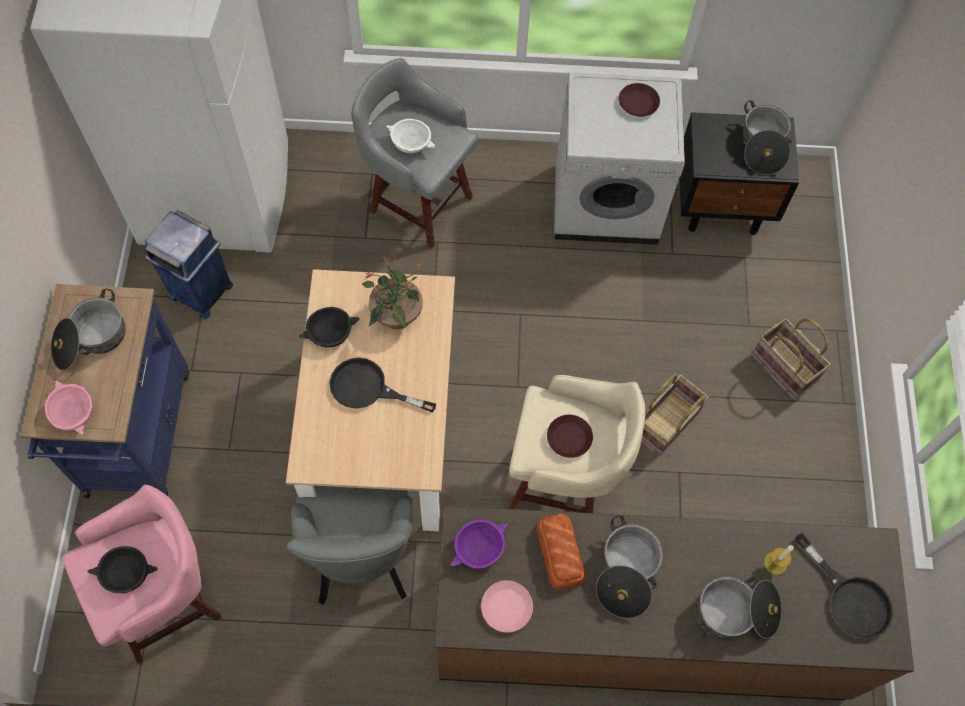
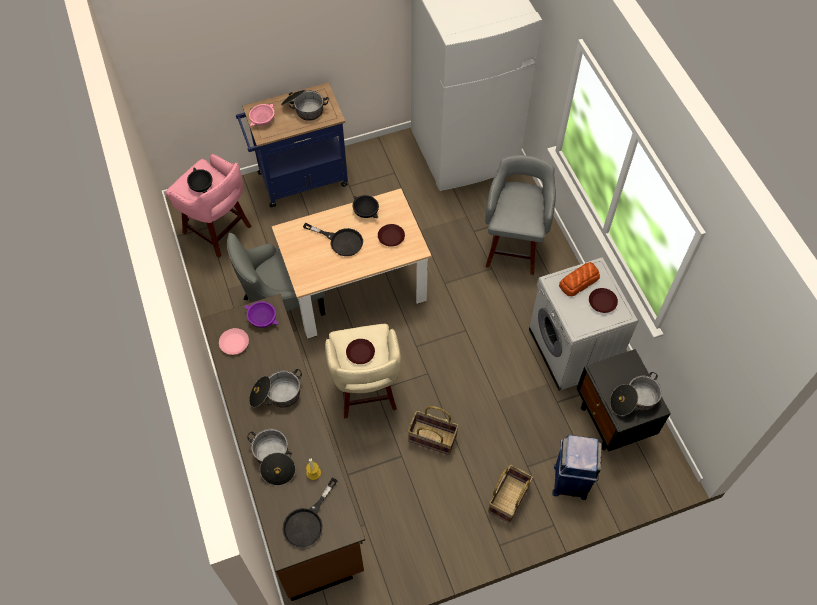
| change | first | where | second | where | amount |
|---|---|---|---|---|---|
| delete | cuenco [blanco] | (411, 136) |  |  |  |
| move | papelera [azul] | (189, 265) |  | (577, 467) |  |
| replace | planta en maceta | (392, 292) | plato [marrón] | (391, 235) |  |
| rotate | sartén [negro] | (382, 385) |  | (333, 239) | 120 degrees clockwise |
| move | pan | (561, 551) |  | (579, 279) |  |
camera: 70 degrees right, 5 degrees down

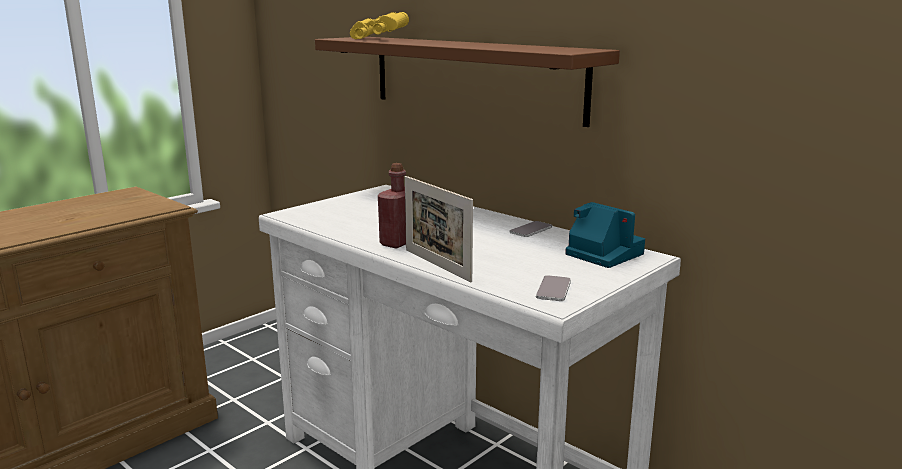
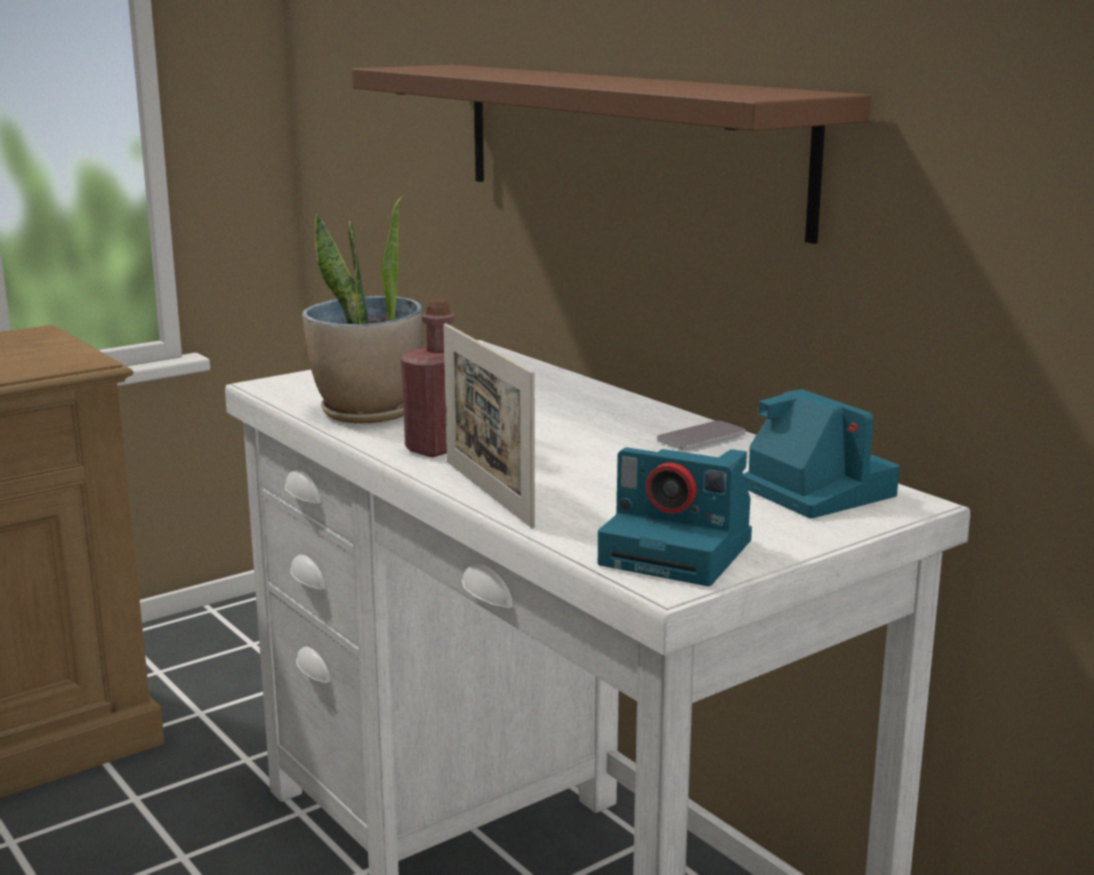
| change | first | where | second | where | amount |
|---|---|---|---|---|---|
| delete | prismáticos [amarillo] | (379, 25) |  |  |  |
| replace | móvil | (553, 288) | cámara | (675, 516) |  |
| insert |  |  | planta en maceta | (362, 309) |  |
camera: 10 degrees right, 0 degrees up

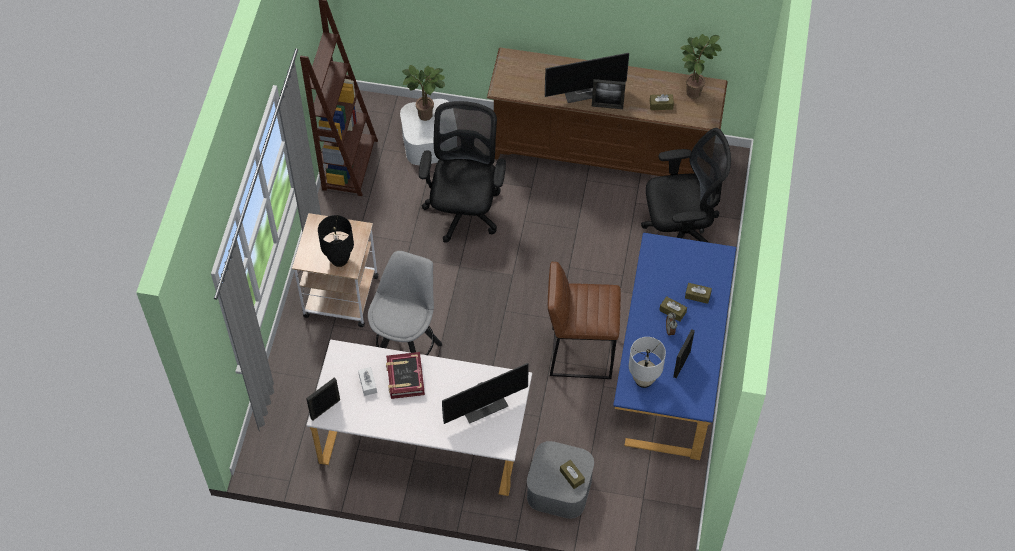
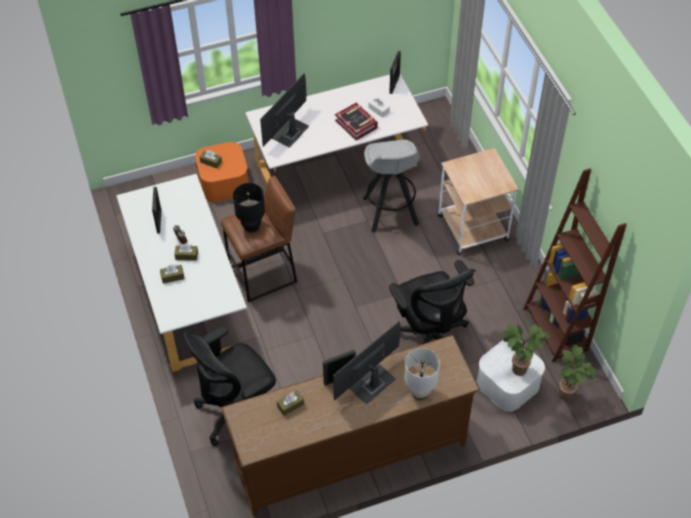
| change | first | where | second | where | amount |
|---|---|---|---|---|---|
| move | planta en maceta | (701, 66) |  | (577, 373) |  |
| move | lámpara de mesa [negro] | (336, 241) |  | (249, 208) |  |
| recolor | escritorio [azul] | (674, 346) | escritorio [blanco] | (182, 273) |  |
| move | lámpara de mesa [blanco] | (647, 362) |  | (422, 374) |  |
| recolor | caja de almacenaje [gris] | (560, 480) | caja de almacenaje [naranja] | (221, 172) |  |
camera: 150 degrees right, 5 degrees down

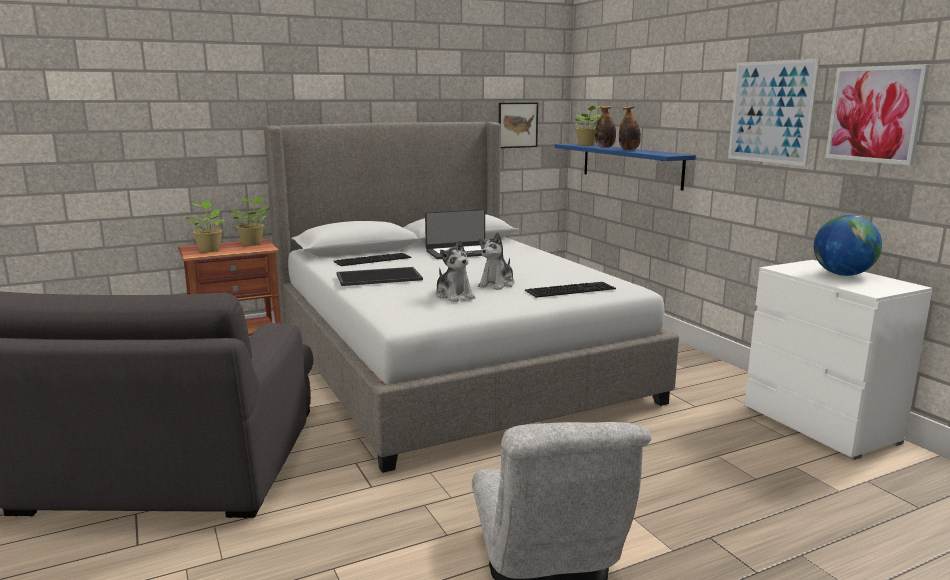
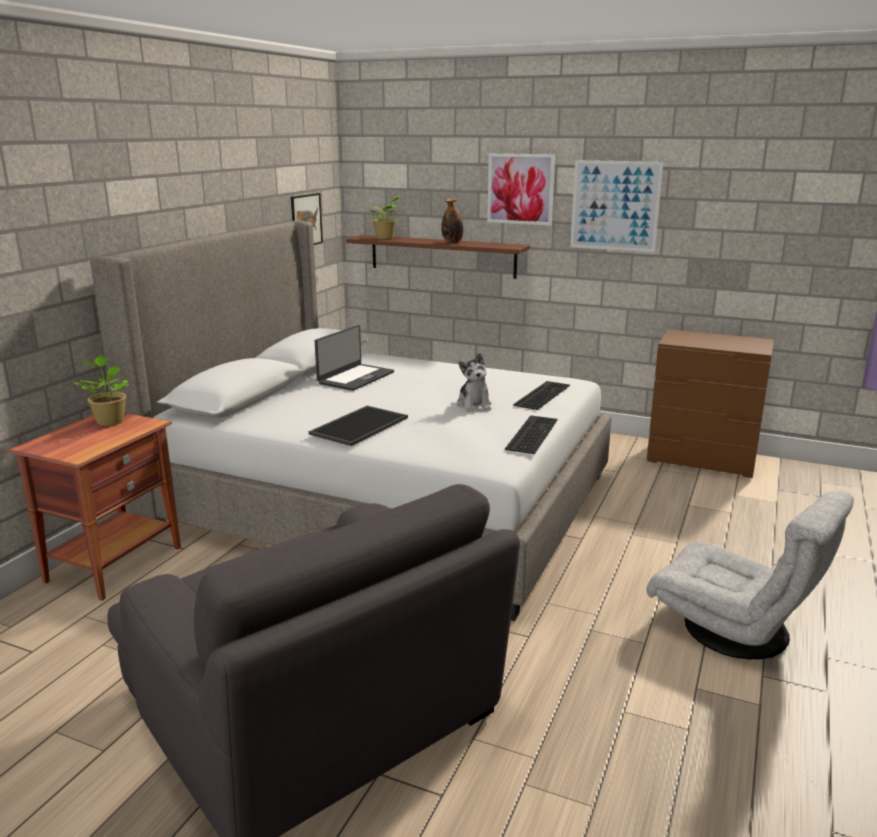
| change | first | where | second | where | amount |
|---|---|---|---|---|---|
| move | cuadro | (877, 114) |  | (521, 190) |  |
| delete | botella | (605, 127) |  |  |  |
| recolor | estante [azul] | (625, 167) | estante [marrón] | (438, 257) |  |
| delete | planta en maceta | (203, 226) |  |  |  |
| delete | globo terráqueo | (848, 245) |  |  |  |
| delete | peluche | (455, 271) |  |  |  |
| move | teclado | (372, 259) |  | (531, 434) |  |
| recolor | cómoda [blanco] | (838, 360) | cómoda [marrón] | (710, 403) |  |
camera: 40 degrees left, 5 degrees up

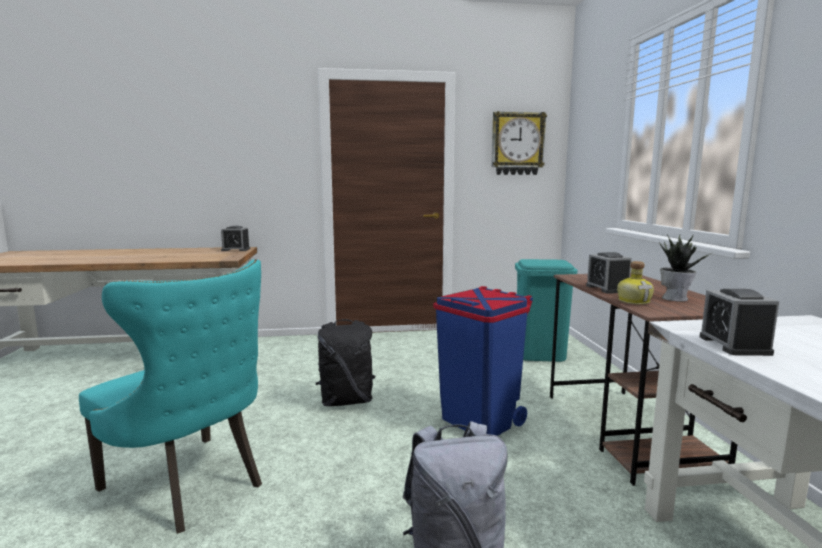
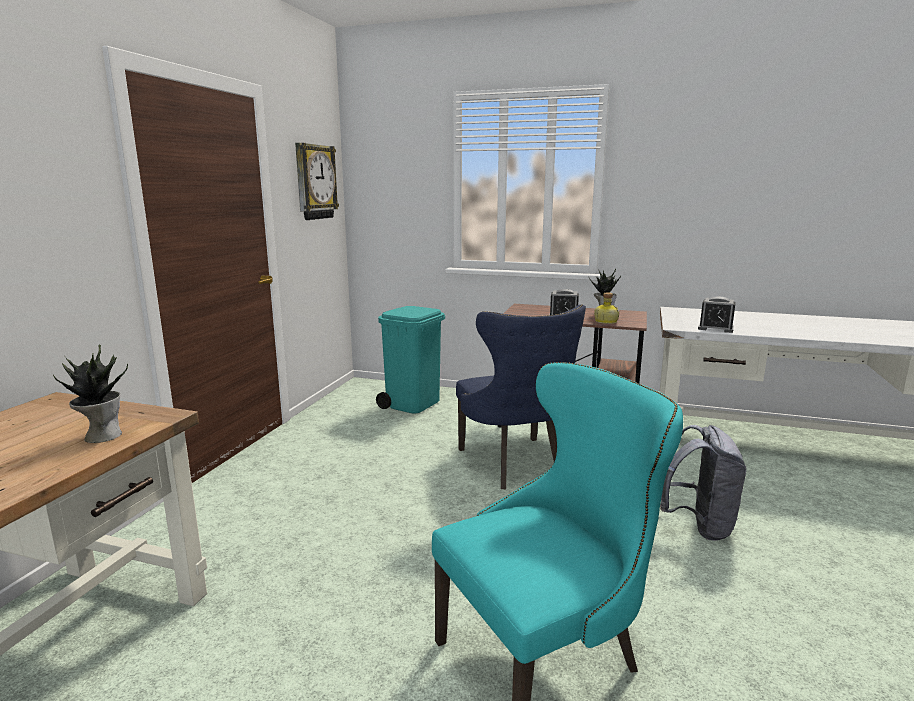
| change | first | where | second | where | amount |
|---|---|---|---|---|---|
| delete | despertador | (235, 238) |  |  |  |
| replace | papelera [azul] | (483, 361) | silla [azul] | (521, 396) |  |
| delete | mochila [negro] | (345, 362) |  |  |  |
| insert |  |  | planta en maceta | (90, 393) |  |
camera: 65 degrees left, 5 degrees up

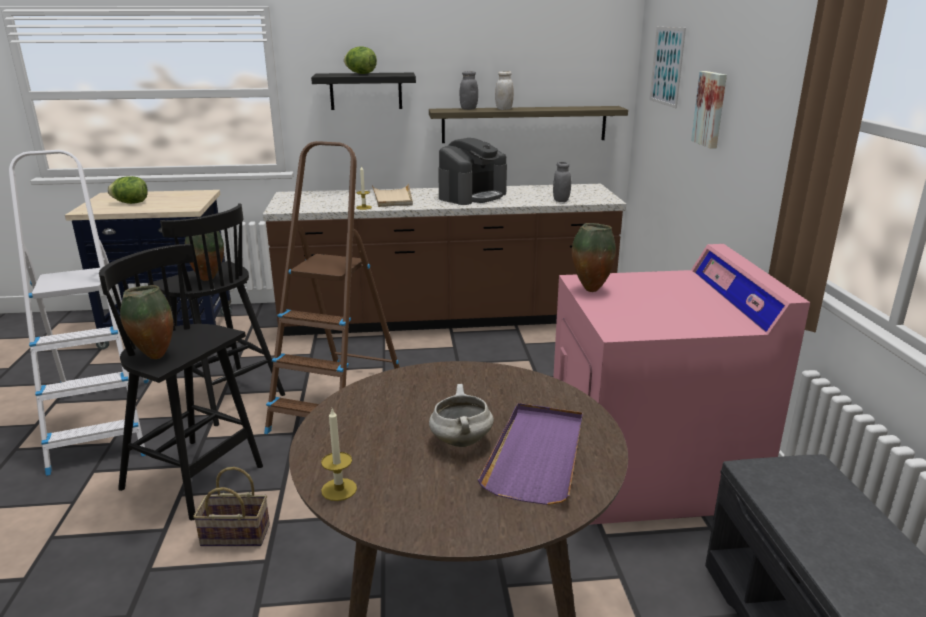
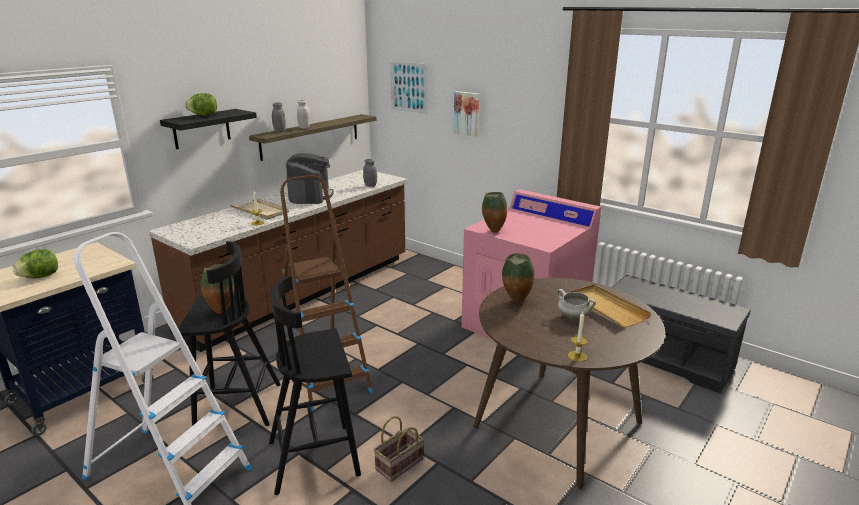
| change | first | where | second | where | amount |
|---|---|---|---|---|---|
| move | florero | (146, 322) |  | (518, 278) |  |
| recolor | bandeja [morado] | (530, 454) | bandeja [beis] | (609, 306) |  |
camera: 45 degrees left, 0 degrees up

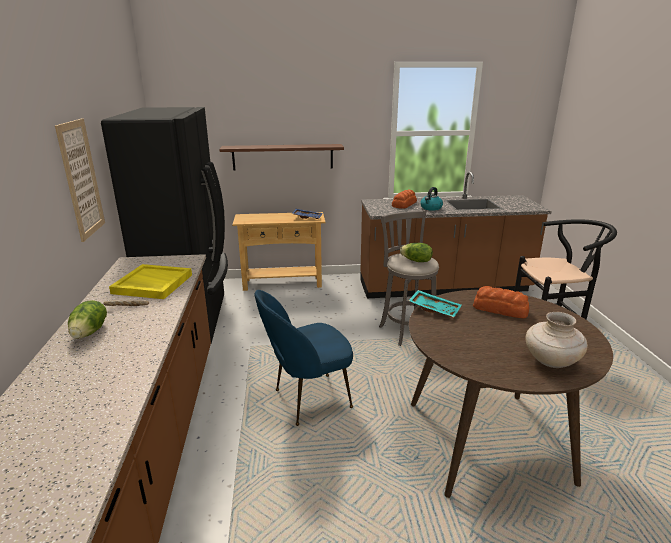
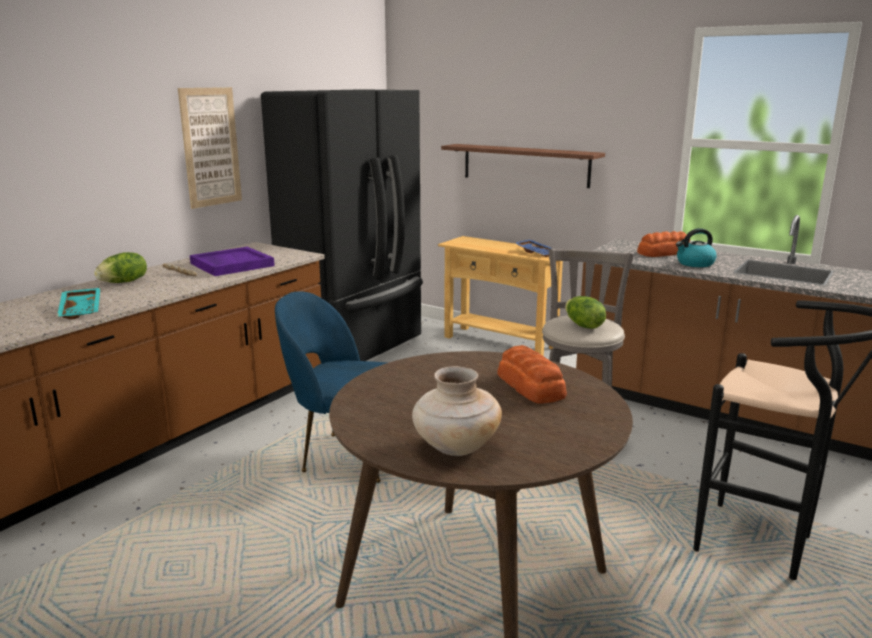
| change | first | where | second | where | amount |
|---|---|---|---|---|---|
| recolor | bandeja [amarillo] | (150, 281) | bandeja [morado] | (232, 261) |  |
| move | bandeja [turquesa] | (435, 303) |  | (78, 303) |  |
camera: 40 degrees right, 5 degrees down

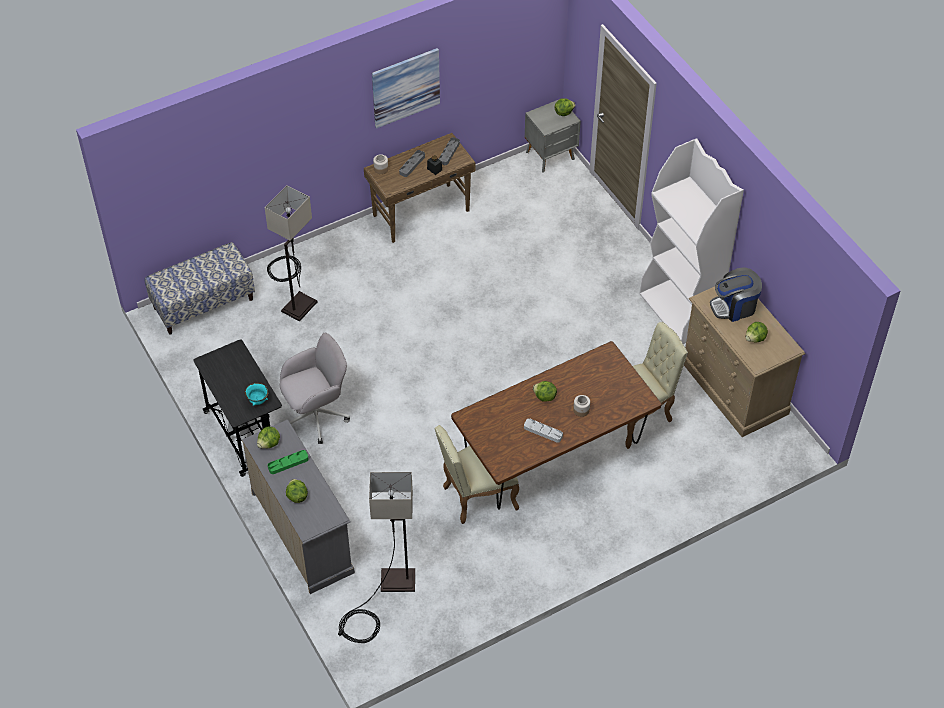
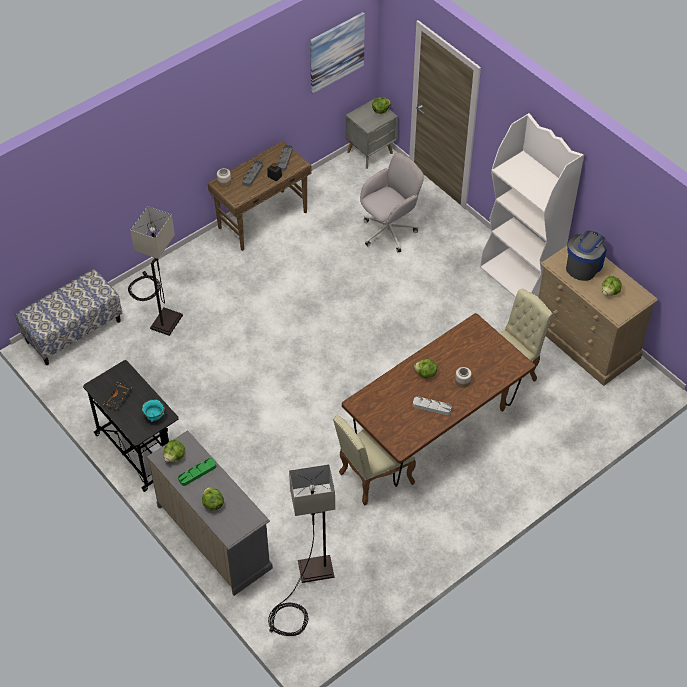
| change | first | where | second | where | amount |
|---|---|---|---|---|---|
| move | cuadro | (406, 88) |  | (337, 53) |  |
| rotate | cafetera | (736, 295) |  | (586, 256) | 150 degrees clockwise |
| move | silla de oficina [gris] | (315, 388) |  | (392, 202) |  |
| insert |  |  | bandeja [negro] | (117, 396) |  |
camera: 10 degrees left, 0 degrees up

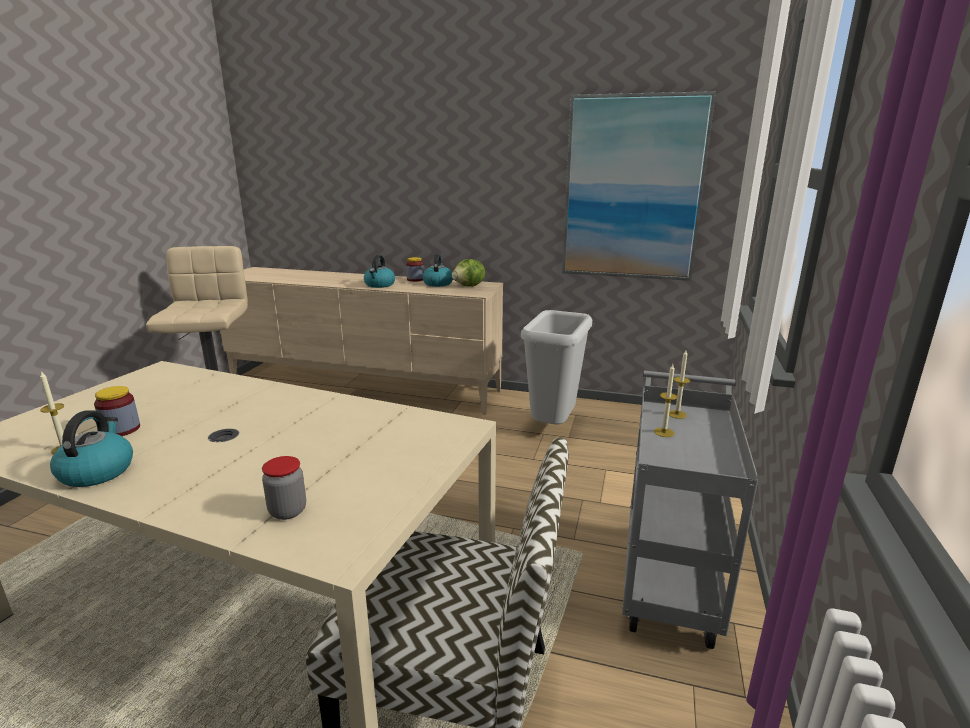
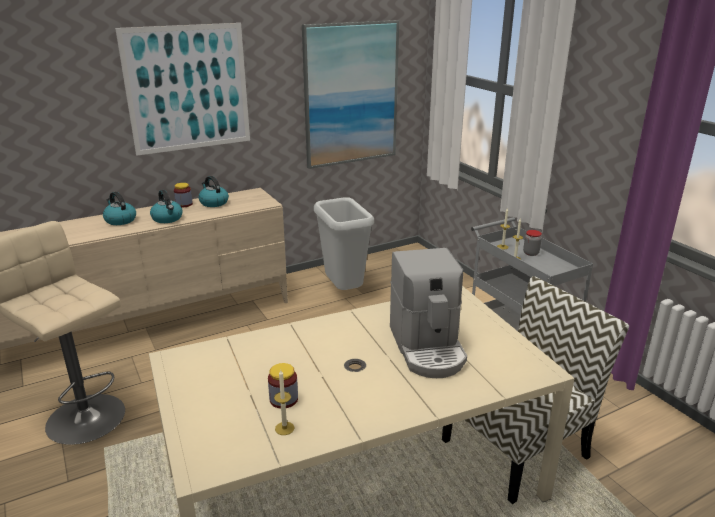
| change | first | where | second | where | amount |
|---|---|---|---|---|---|
| delete | lechuga | (468, 272) |  |  |  |
| move | hervidor | (91, 449) |  | (119, 208) |  |
| move | tarro | (284, 488) |  | (532, 243) |  |
| insert |  |  | cuadro | (182, 89) |  |
| insert |  |  | cafetera | (428, 313) |  |
camera: 45 degrees left, 5 degrees up

